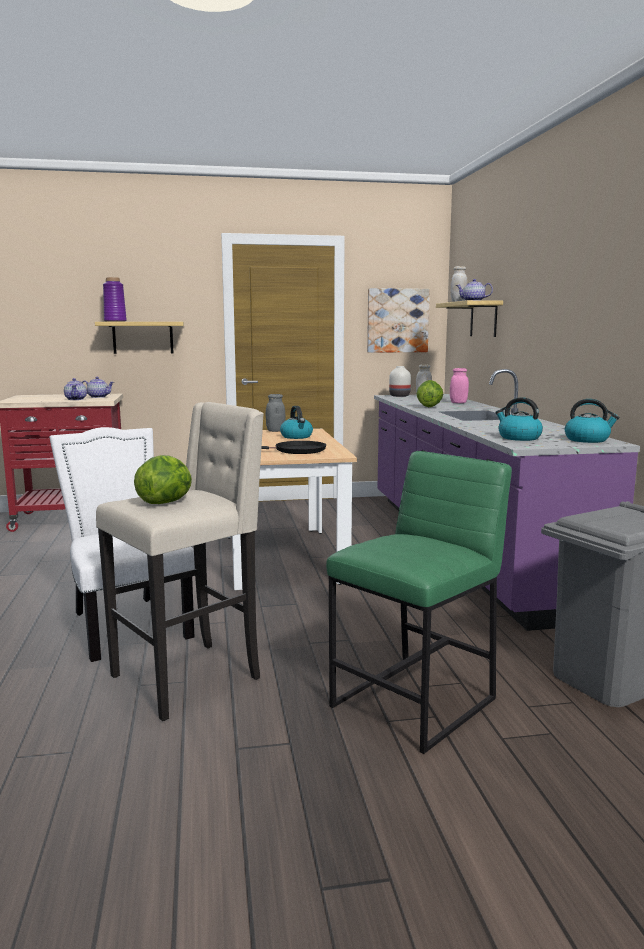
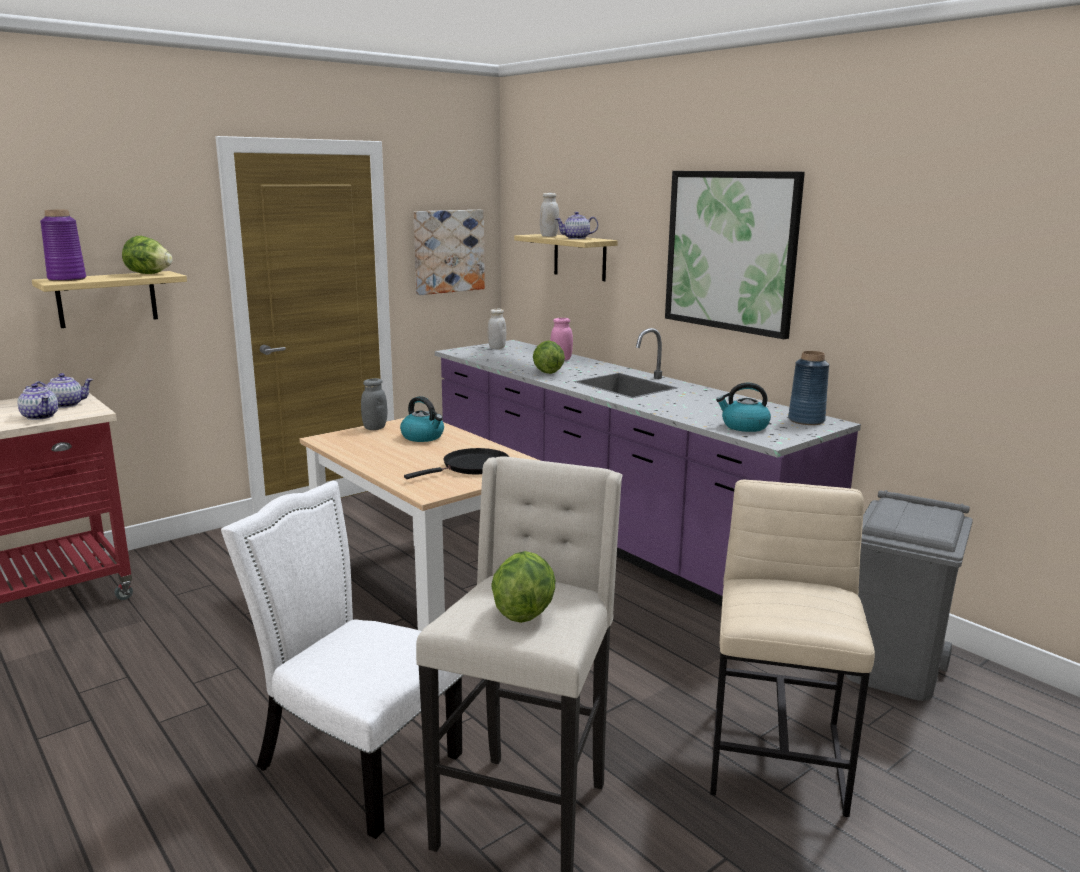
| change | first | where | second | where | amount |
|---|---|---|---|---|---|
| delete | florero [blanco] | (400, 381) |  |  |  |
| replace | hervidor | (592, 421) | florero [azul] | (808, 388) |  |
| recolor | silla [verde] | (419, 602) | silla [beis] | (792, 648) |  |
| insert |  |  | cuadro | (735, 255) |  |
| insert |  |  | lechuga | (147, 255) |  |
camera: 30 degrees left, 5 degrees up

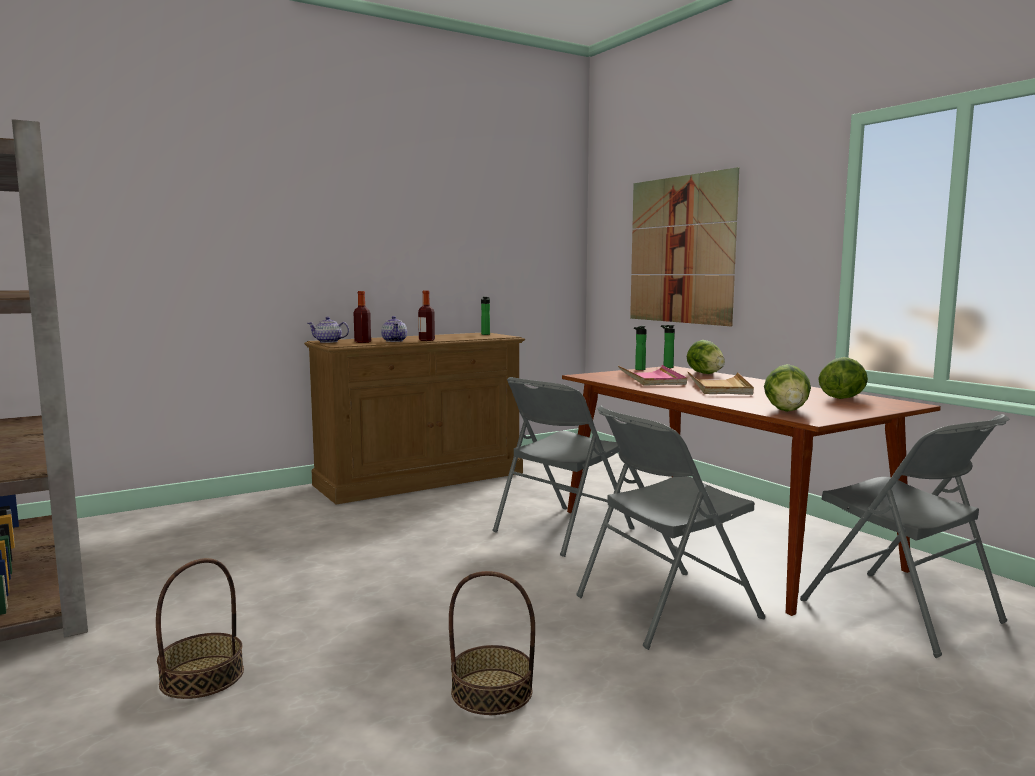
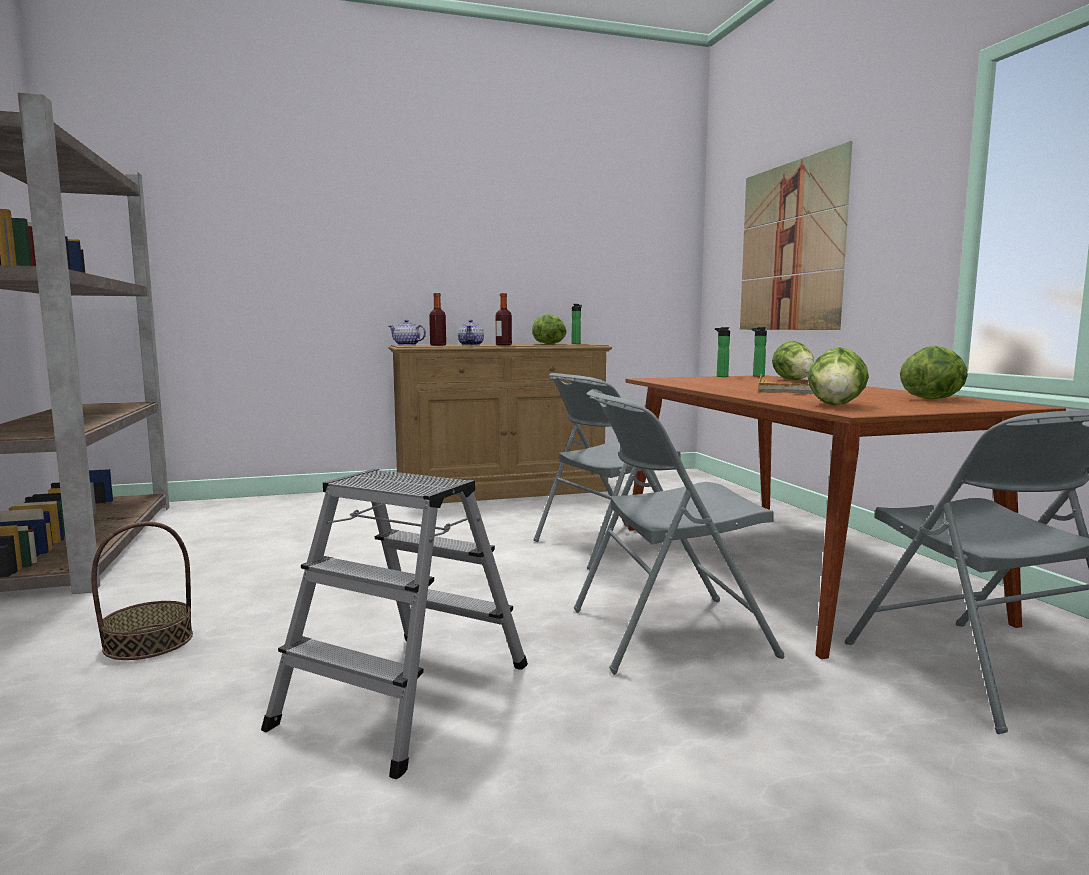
| change | first | where | second | where | amount |
|---|---|---|---|---|---|
| delete | bandeja [rosa] | (652, 375) |  |  |  |
| replace | cesta | (492, 643) | escalera de tijera [gris] | (394, 624) |  |
| insert |  |  | lechuga | (549, 329) |  |
camera: 15 degrees right, 0 degrees up

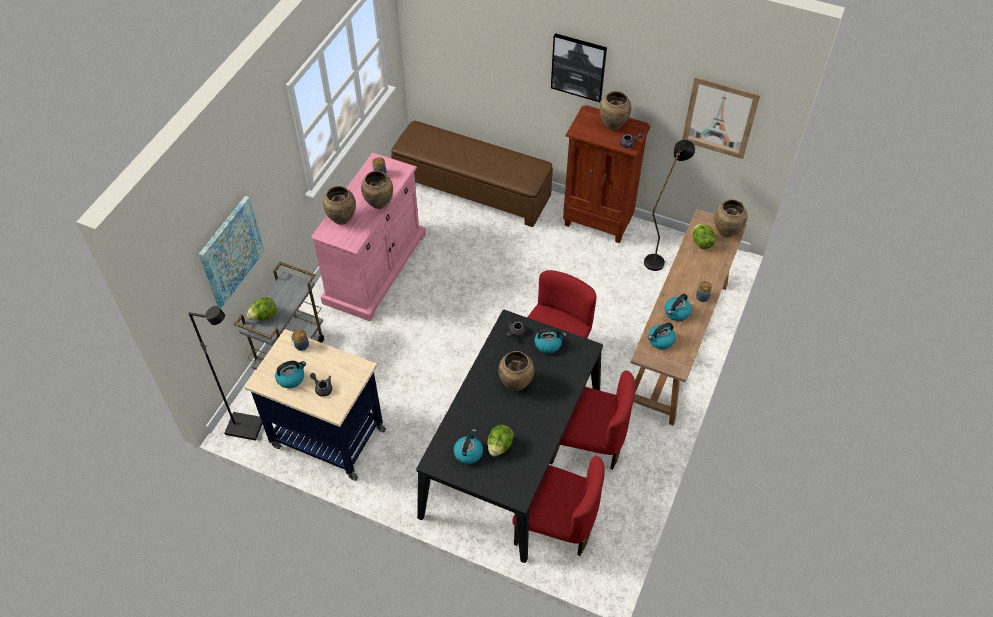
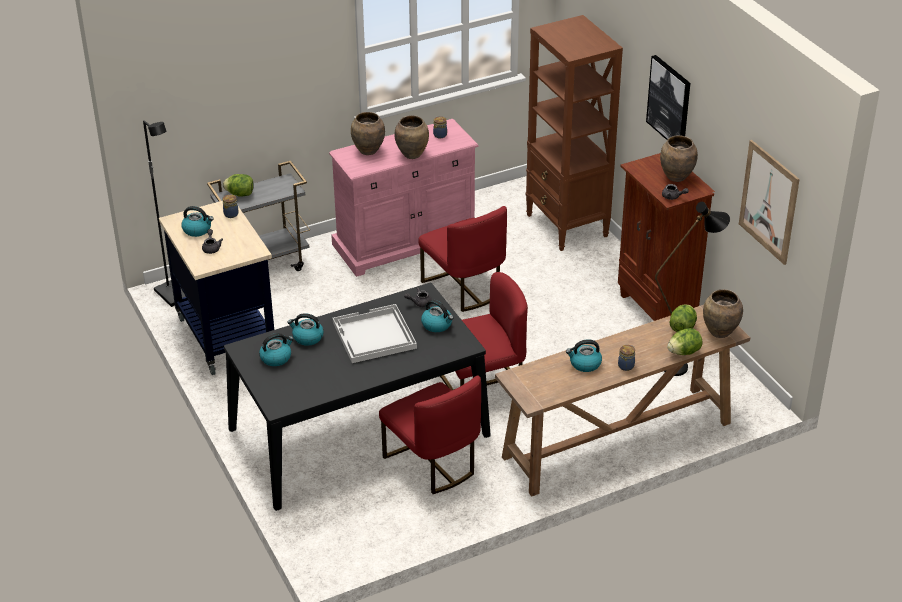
| change | first | where | second | where | amount |
|---|---|---|---|---|---|
| replace | banco [marrón] | (472, 174) | estantería [marrón] | (574, 133) |  |
| delete | cuadro | (231, 252) |  |  |  |
| move | hervidor | (662, 336) |  | (306, 329) |  |
| replace | florero [marrón] | (516, 371) | bandeja [blanco] | (375, 333) |  |
| move | lechuga | (500, 440) |  | (685, 341) |  |
| move | silla [rojo] | (558, 506) |  | (462, 259) |  |
camera: 40 degrees right, 15 degrees down

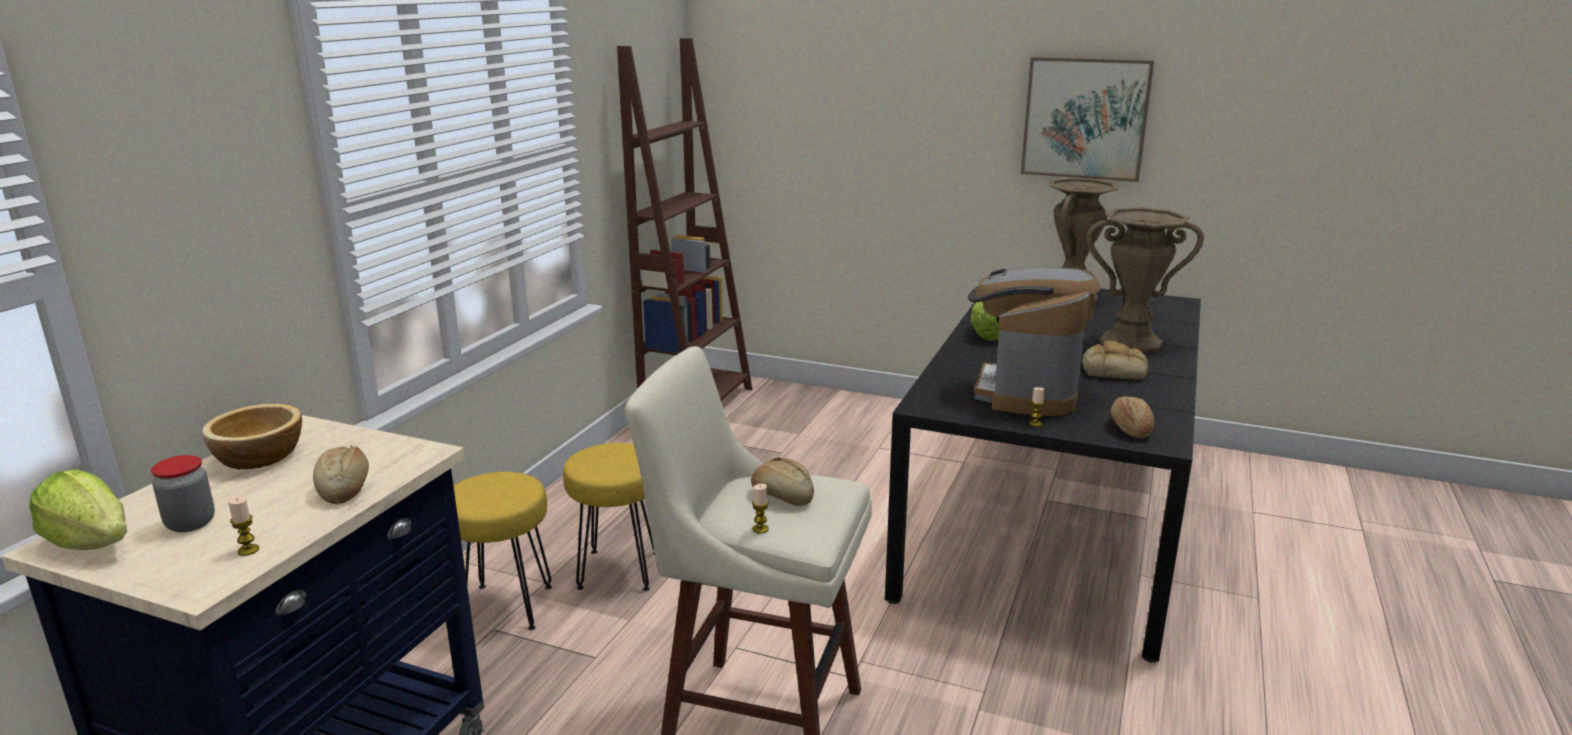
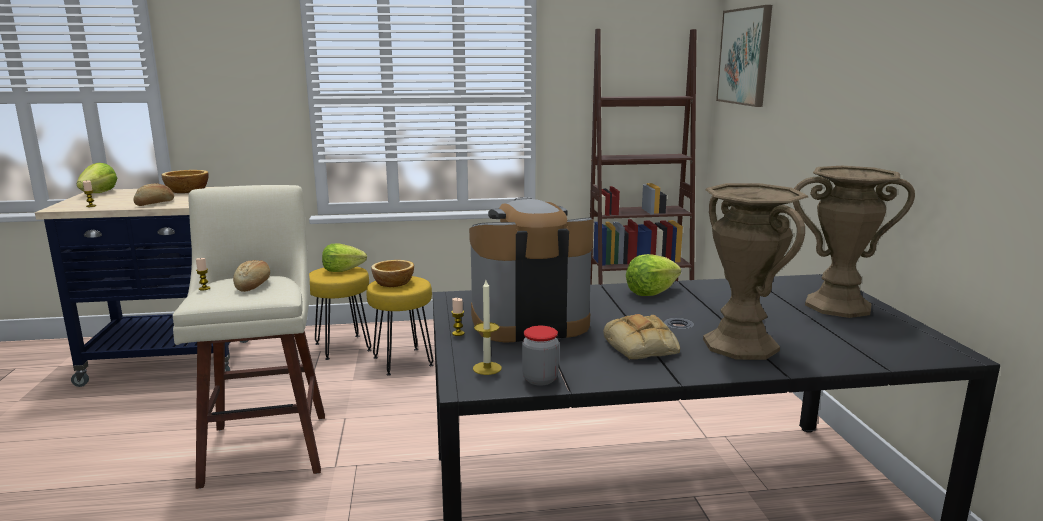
| change | first | where | second | where | amount |
|---|---|---|---|---|---|
| move | cuadro | (1087, 119) |  | (744, 56) |  |
| replace | pan | (1132, 417) | vela | (487, 327) |  |
| move | tarro | (183, 493) |  | (540, 356) |  |
| insert |  |  | lechuga | (344, 258) |  |
| insert |  |  | cuenco | (392, 273) |  |
camera: 60 degrees right, 5 degrees down

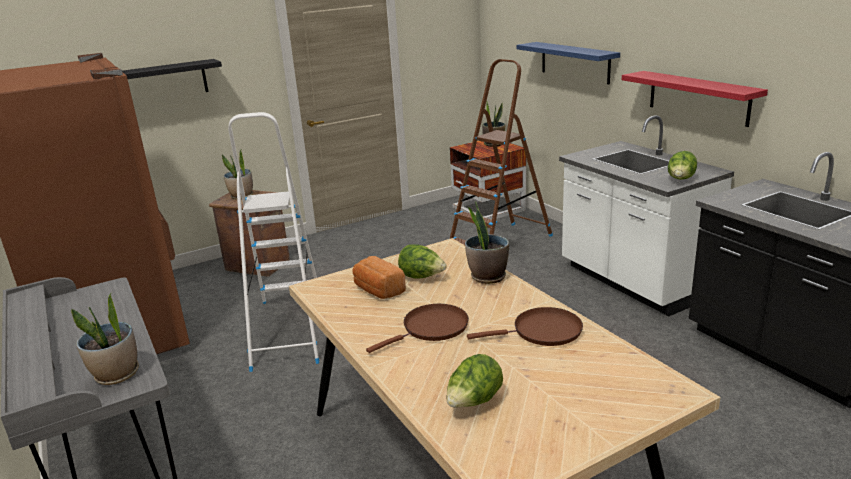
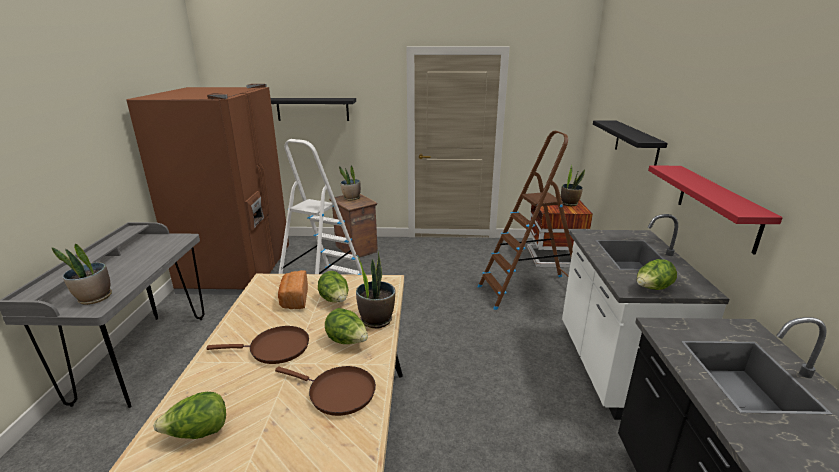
| change | first | where | second | where | amount |
|---|---|---|---|---|---|
| recolor | estante [azul] | (568, 63) | estante [negro] | (630, 143) |  |
| insert |  |  | lechuga | (346, 326) |  |
camera: 30 degrees right, 0 degrees up

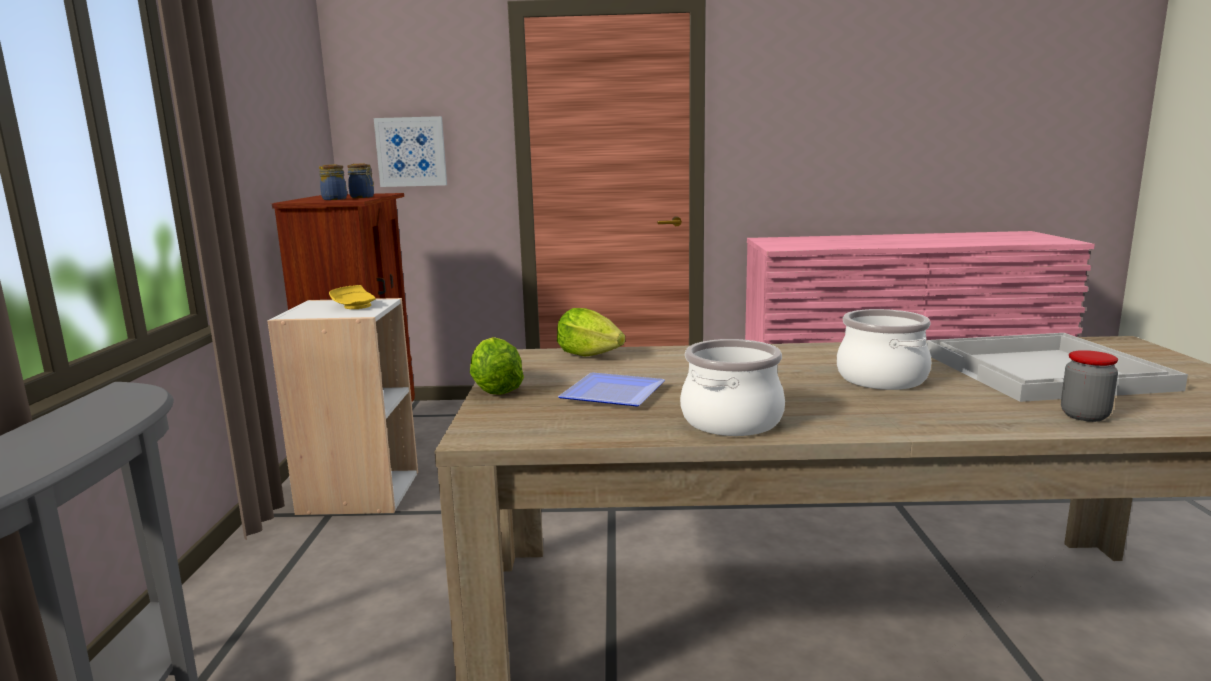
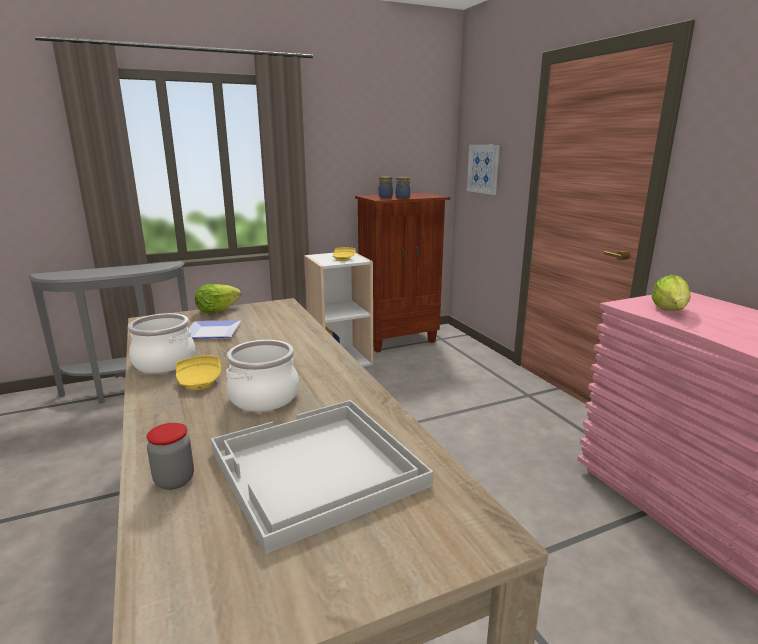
| change | first | where | second | where | amount |
|---|---|---|---|---|---|
| move | lechuga | (591, 332) |  | (671, 293) |  |
| insert |  |  | plato [amarillo] | (198, 372) |  |
camera: 65 degrees right, 5 degrees up

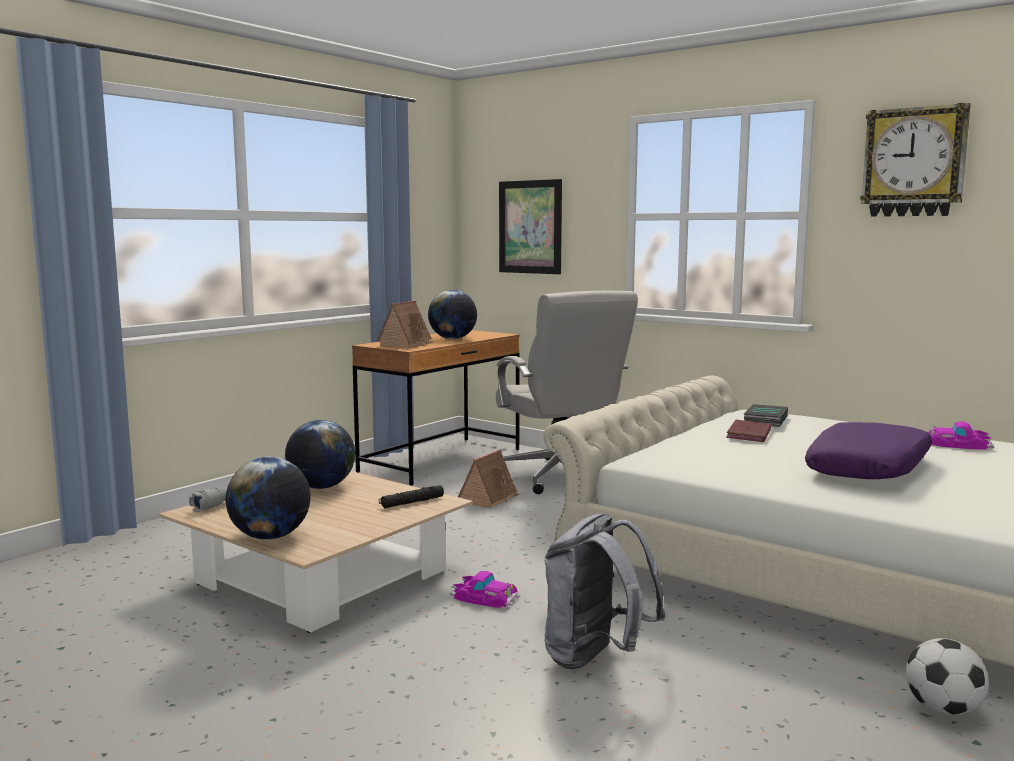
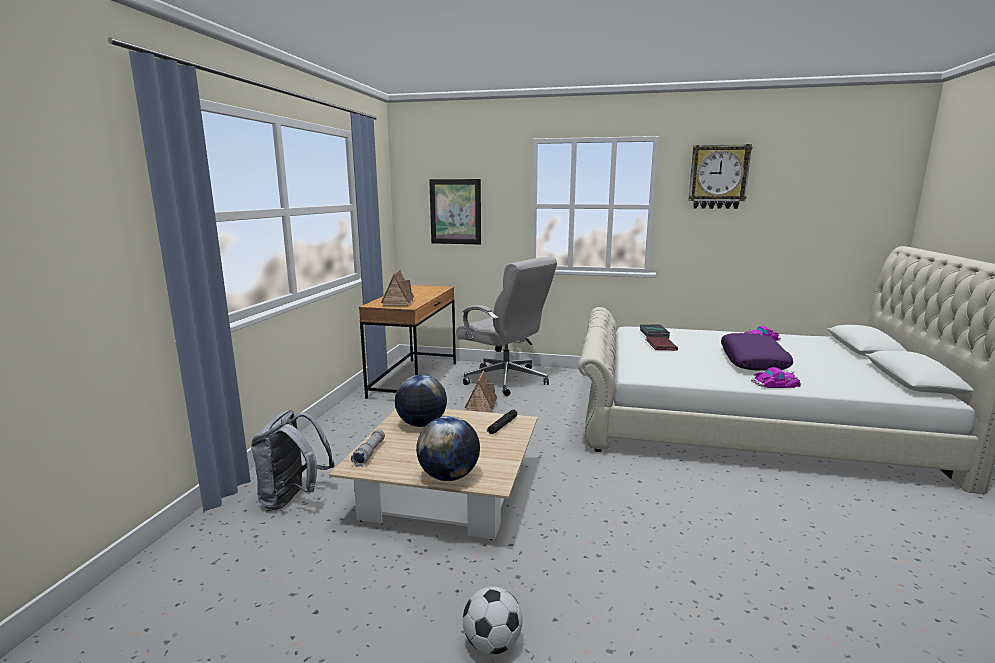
| change | first | where | second | where | amount |
|---|---|---|---|---|---|
| delete | globo terráqueo | (452, 314) |  |  |  |
| move | mochila [gris] | (605, 591) |  | (293, 460) |  |
| move | coche de juguete | (485, 589) |  | (776, 377) |  |
| move | balón de fútbol | (947, 677) |  | (492, 620) |  |
camera: 25 degrees left, 5 degrees up

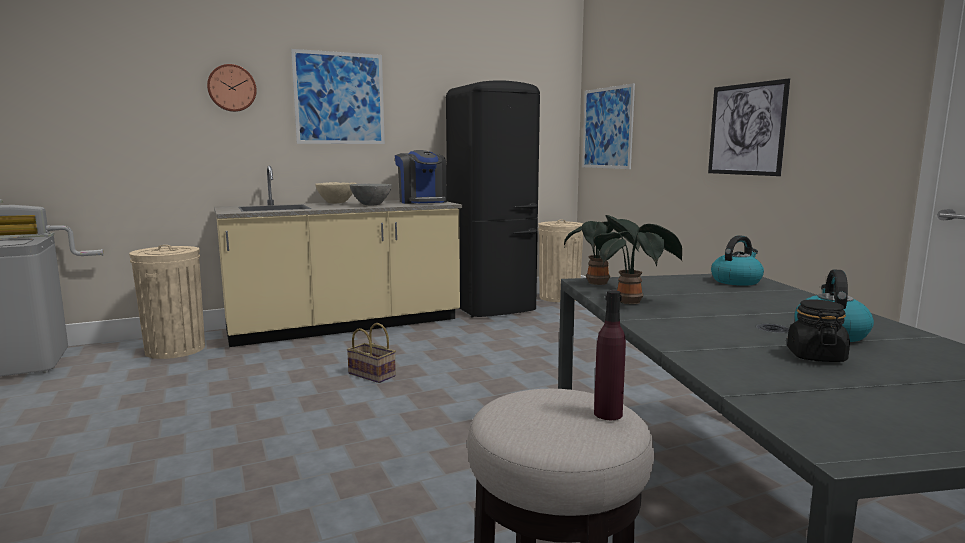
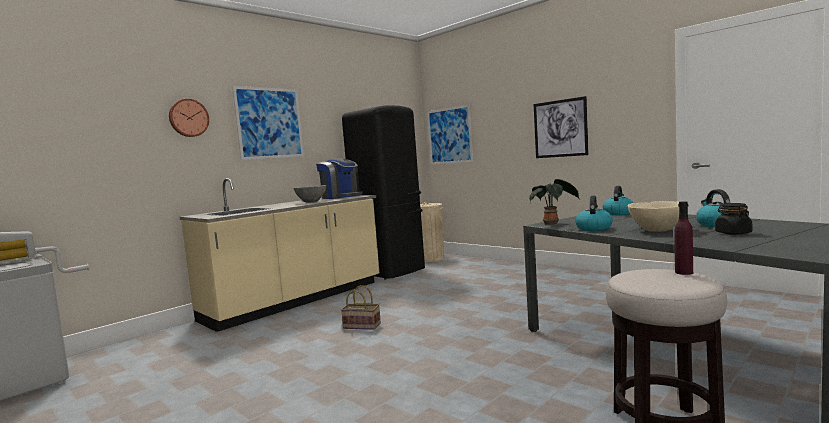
| change | first | where | second | where | amount |
|---|---|---|---|---|---|
| move | cuenco [beis] | (336, 192) |  | (653, 216) |  |
| replace | planta en maceta | (637, 264) | hervidor | (594, 213) |  |
| delete | papelera [beis] | (167, 302) |  |  |  |
camera: 20 degrees left, 5 degrees down

